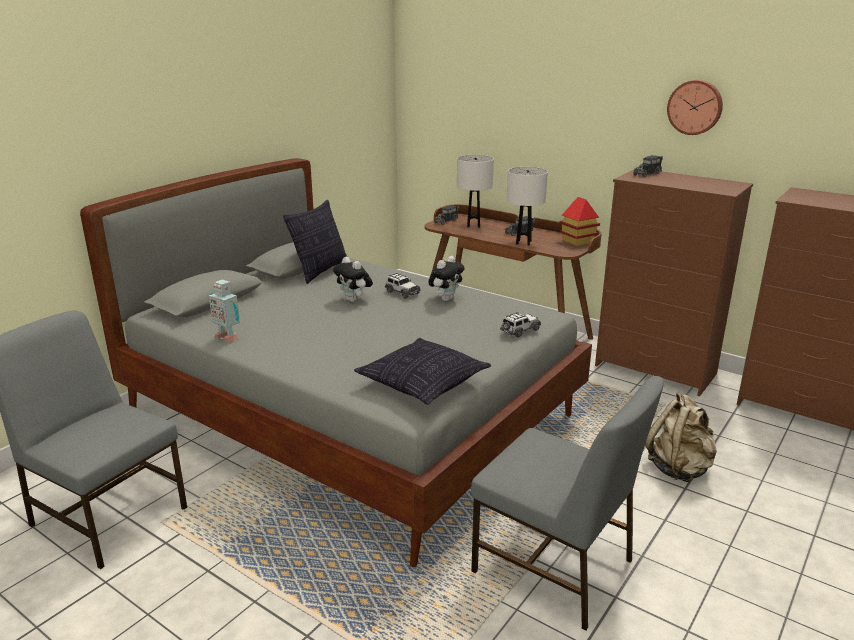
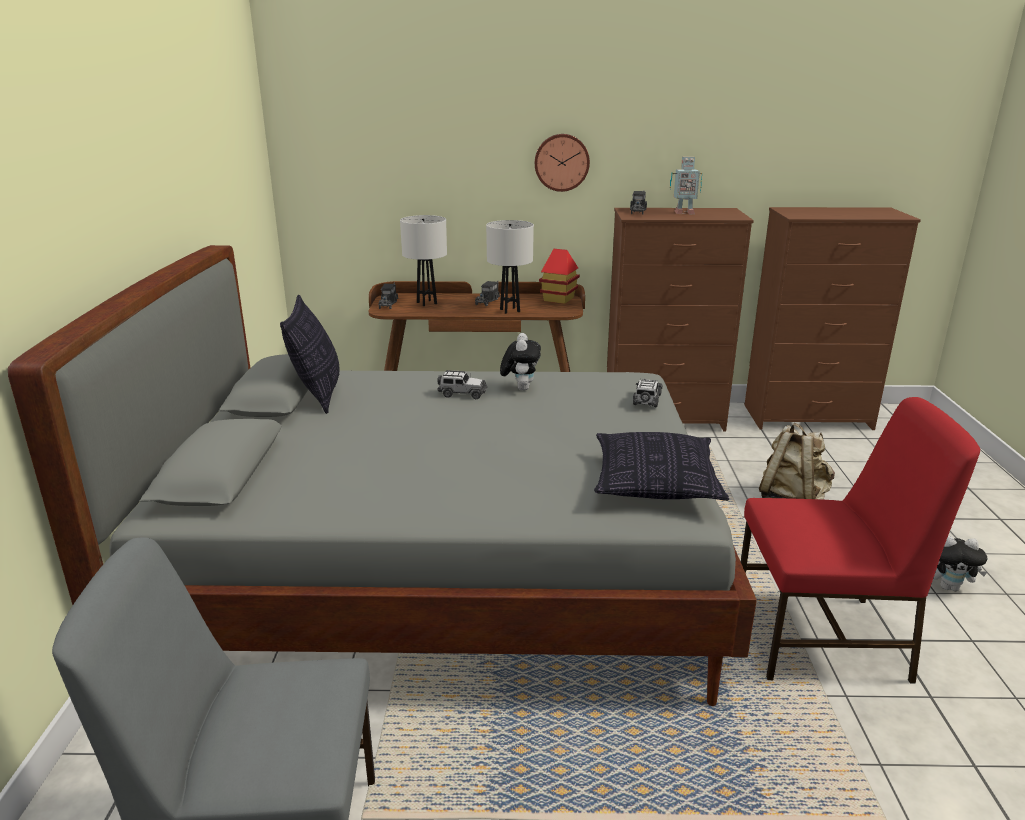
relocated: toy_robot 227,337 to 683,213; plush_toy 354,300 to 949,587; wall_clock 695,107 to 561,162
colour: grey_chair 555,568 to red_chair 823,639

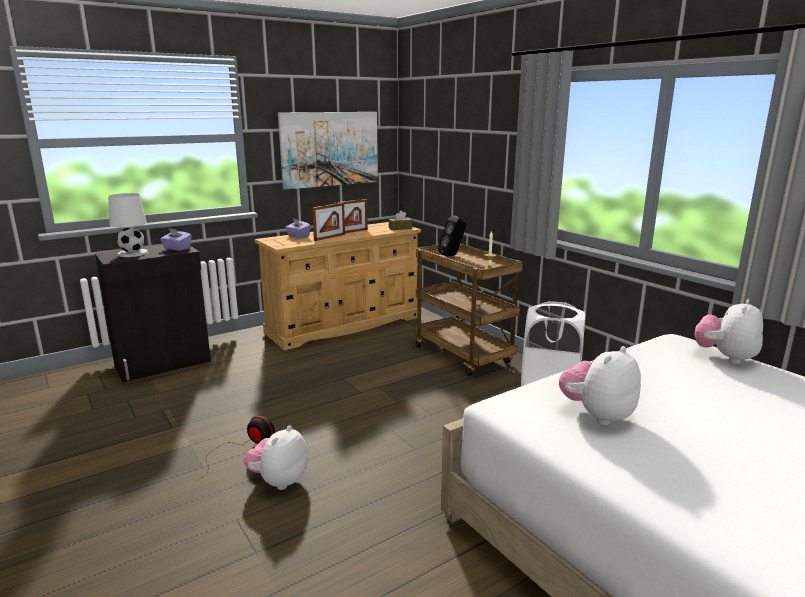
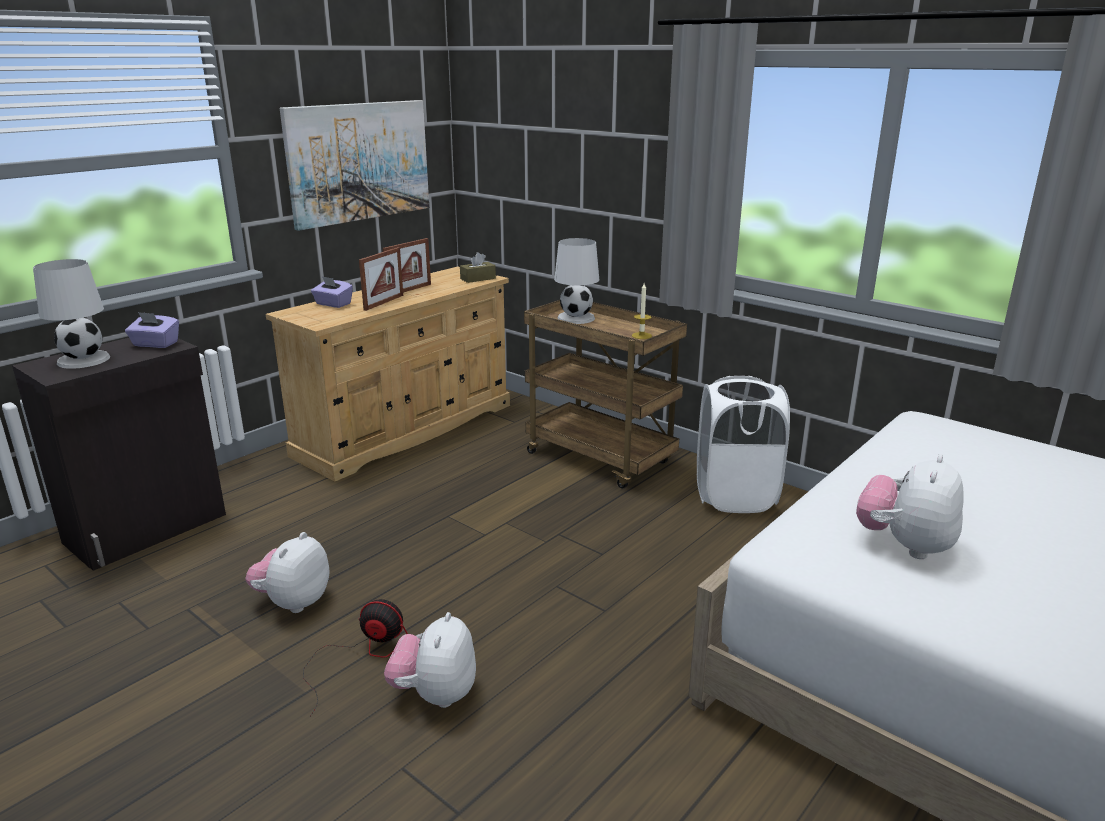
relocated: plush_toy 725,357 to 293,602
exchanged: black_speaker 452,255 to white_table_lamp 576,318

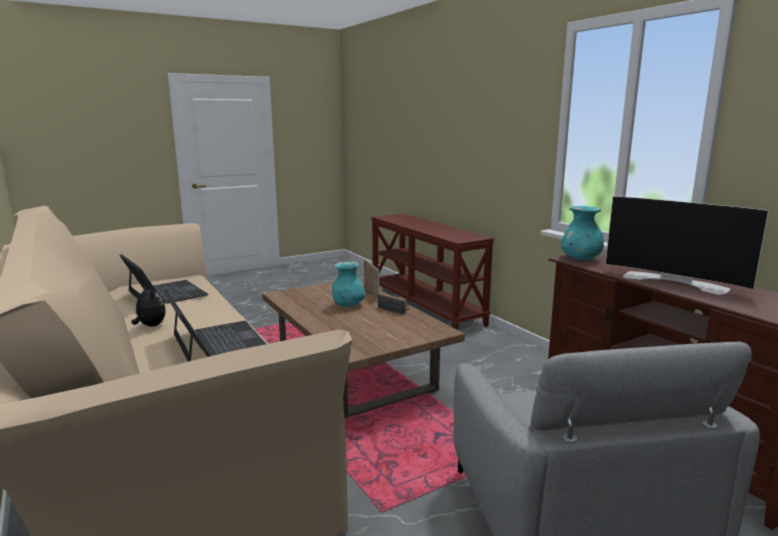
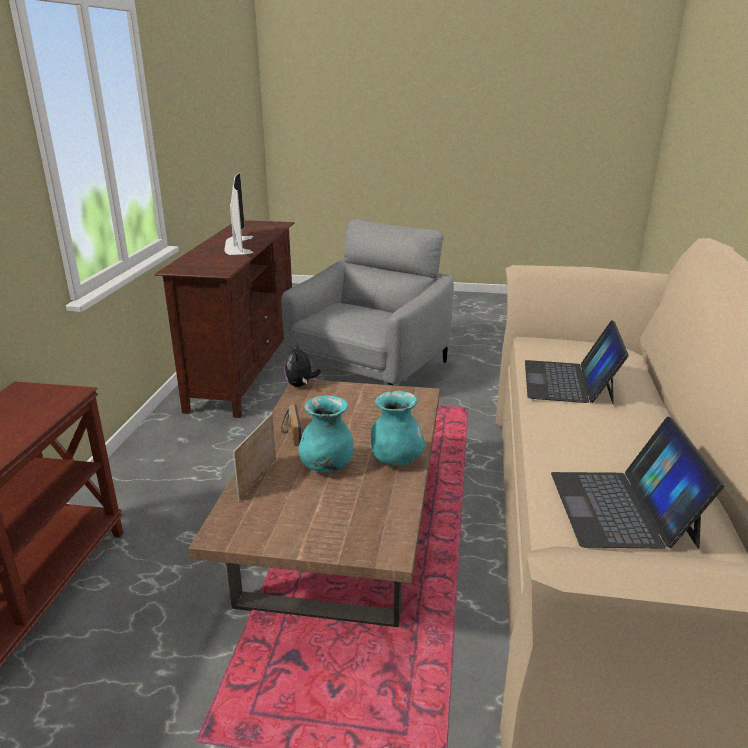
relocated: plush_toy 150,326 to 300,385; turquoise_vase 580,259 to 396,460

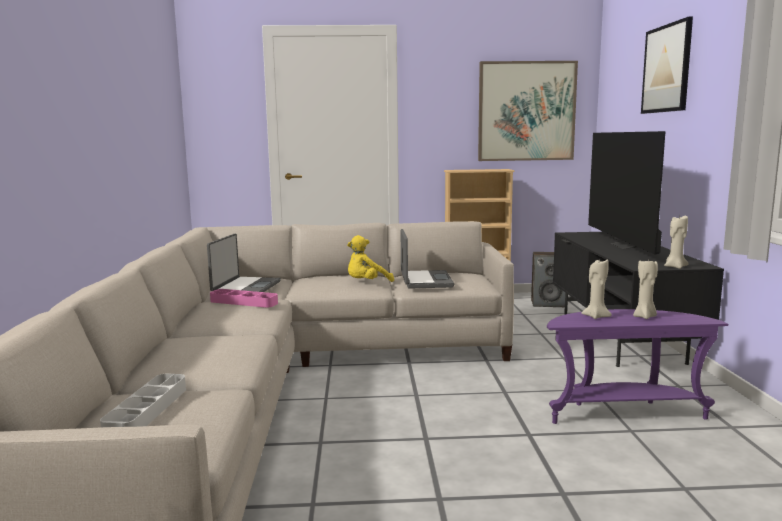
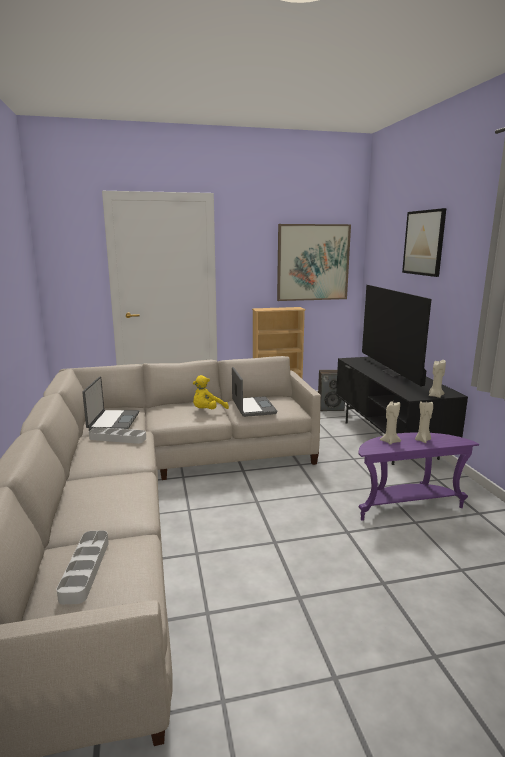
colour: pink_tray 243,302 to grey_tray 117,438

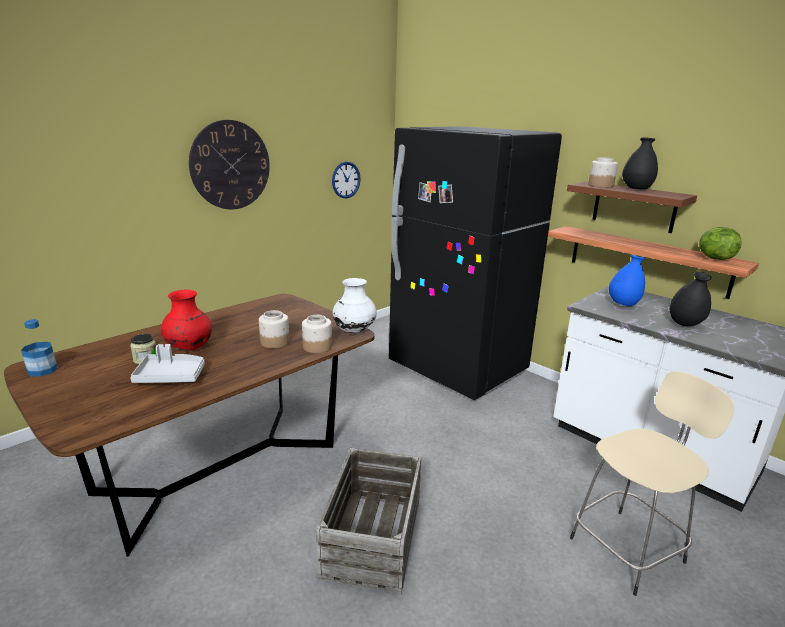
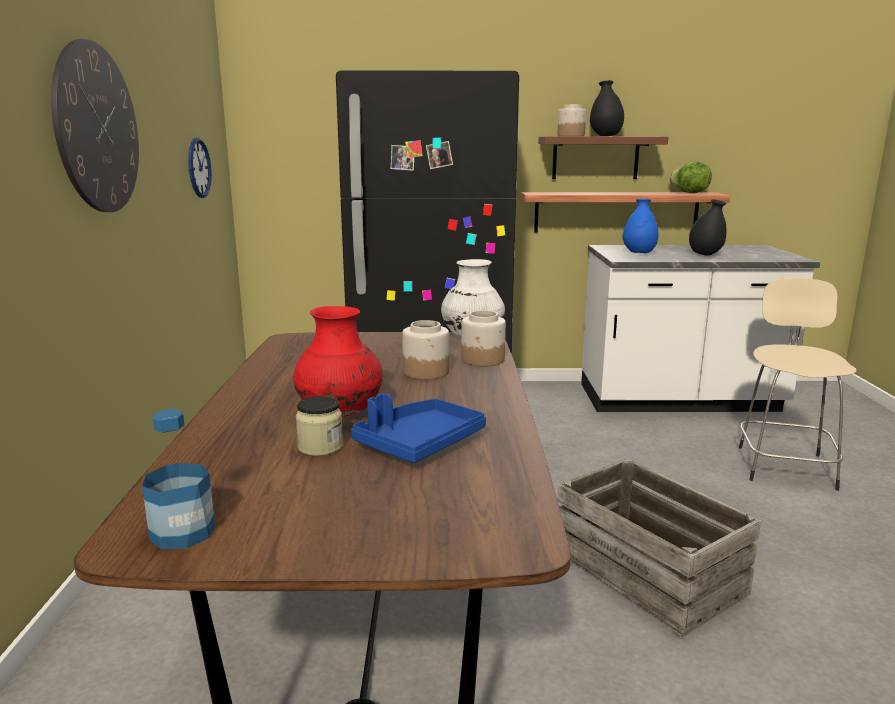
colour: grey_tray 171,376 to blue_tray 419,443

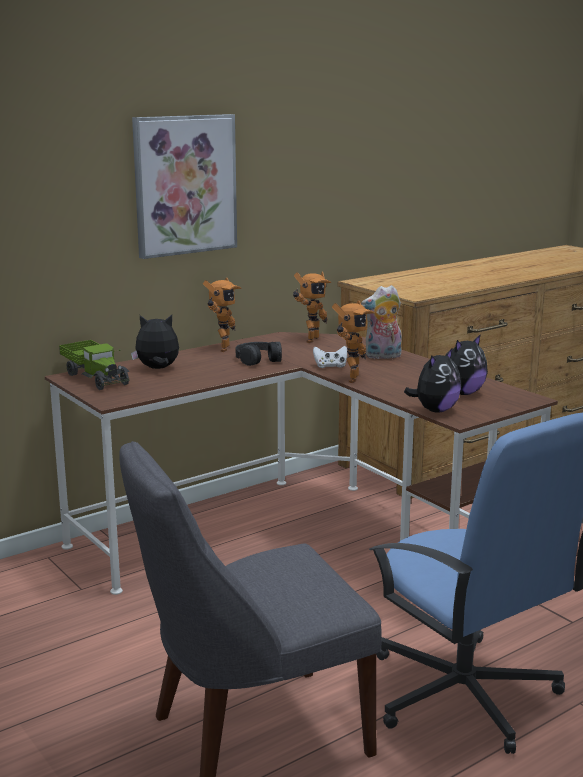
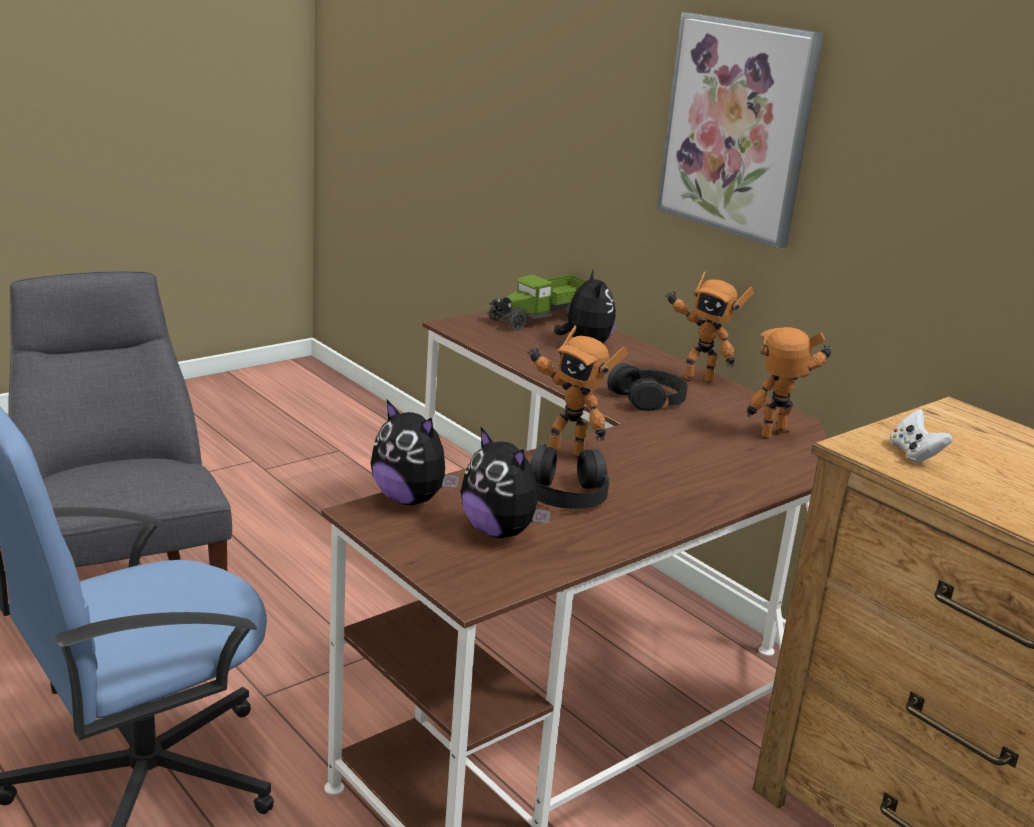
missing: plush_toy 382,356
appeared: black_headphones 566,493
relocated: white_game_controller 330,366 to 914,454
spun: toy_robot 309,340 = 779,437 120 degrees clockwise

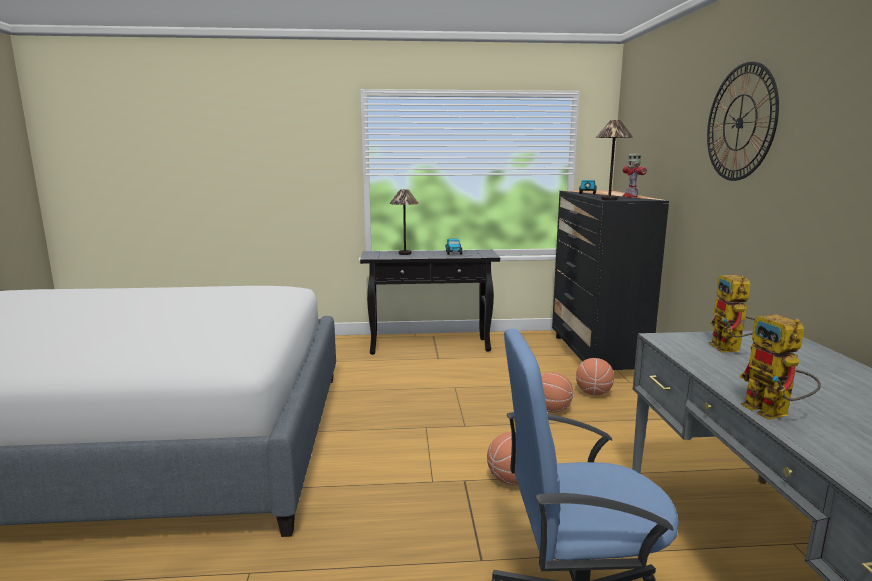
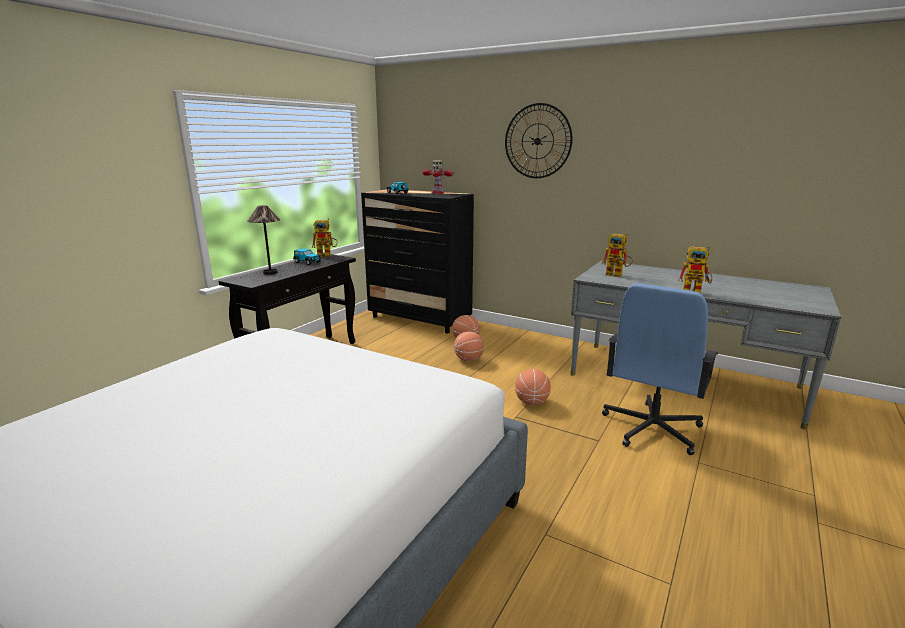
missing: table_lamp 609,199
appeared: toy_robot 327,255

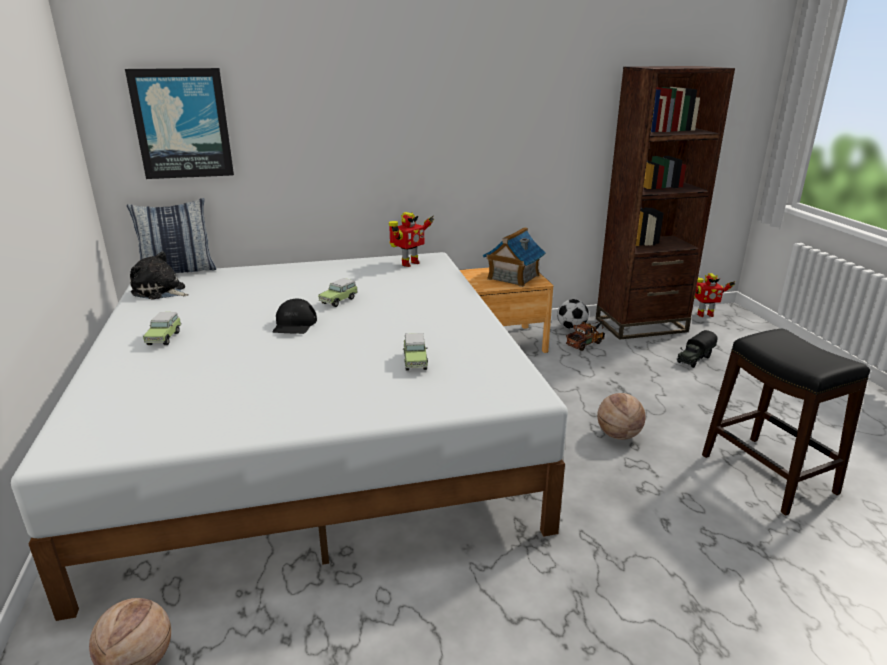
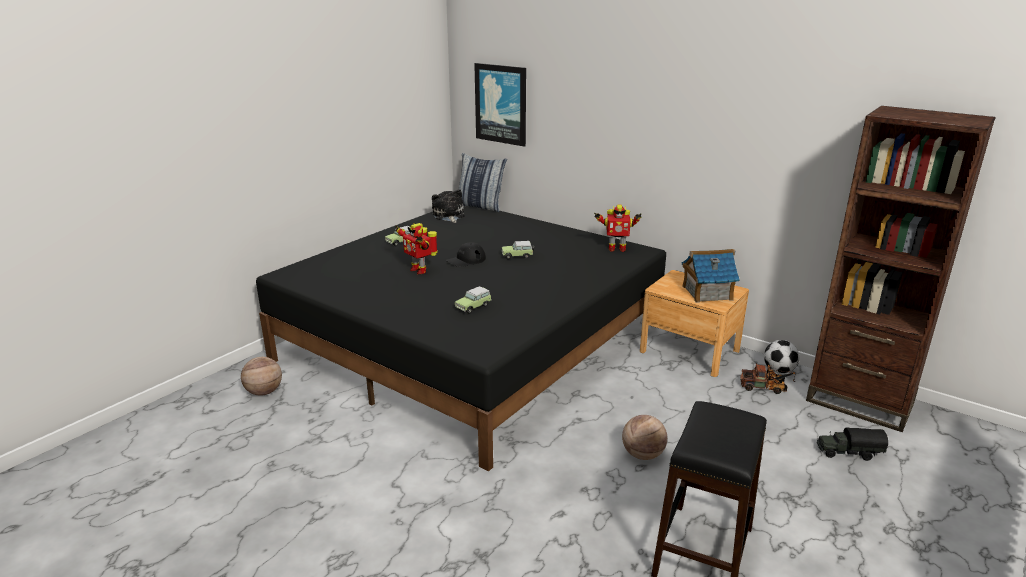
relocated: toy_robot 704,314 to 419,270
colour: white_bed 315,430 to black_bed 473,342

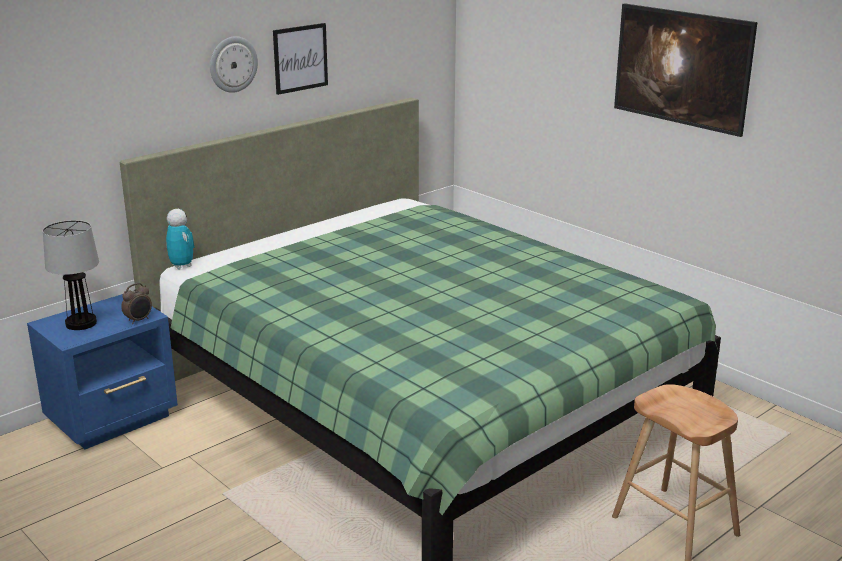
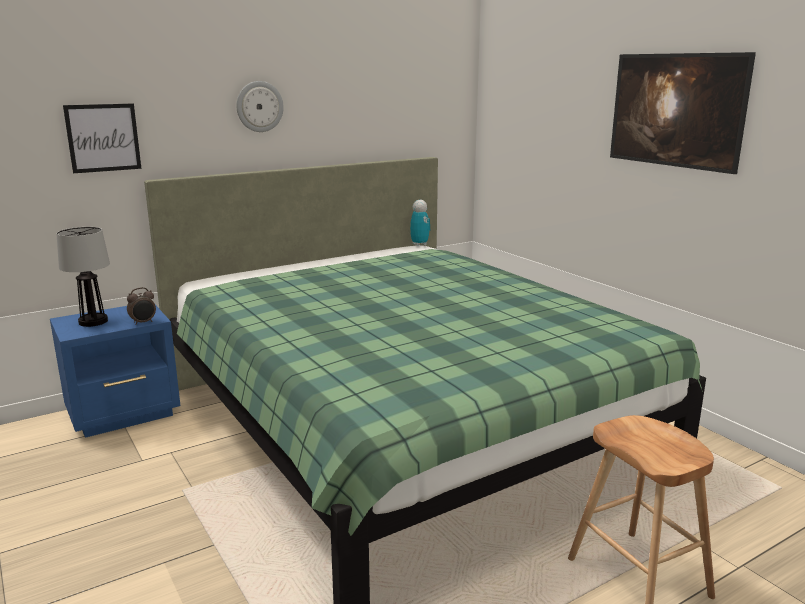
relocated: toy_robot 181,266 to 419,244; picture 300,58 to 103,138

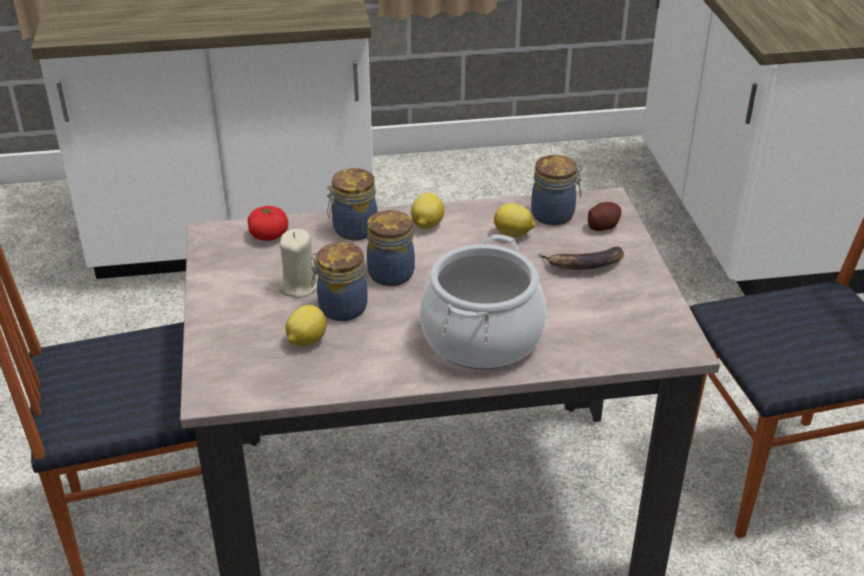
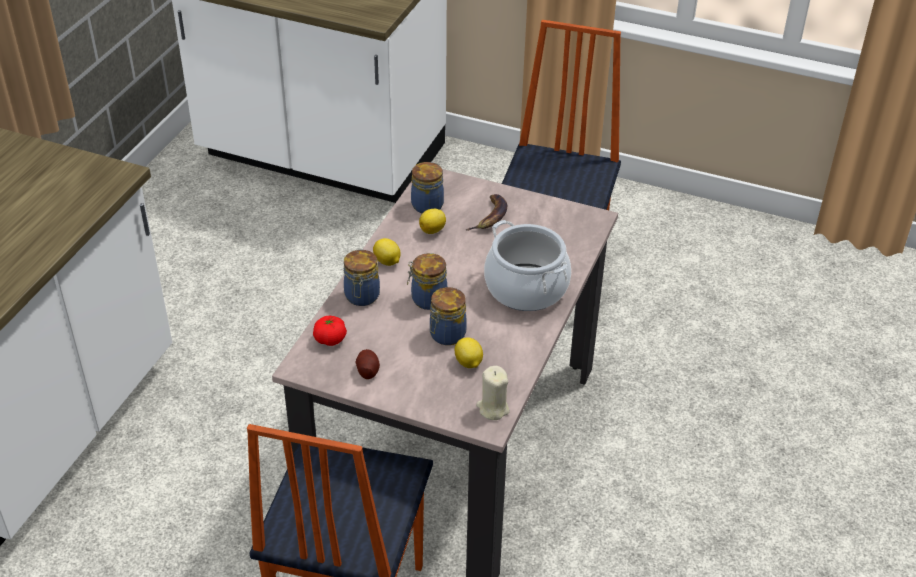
relocated: beige_candle 298,286 to 493,408; potato 603,226 to 367,371

